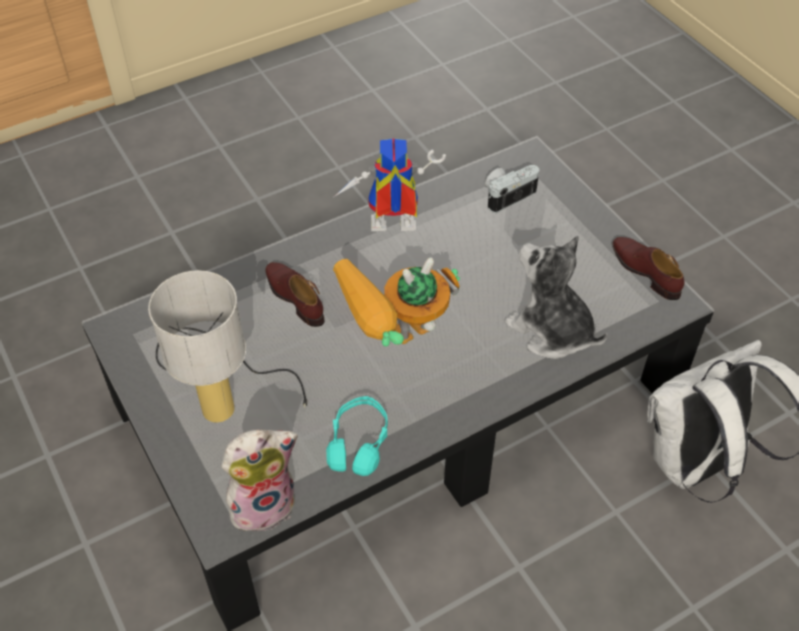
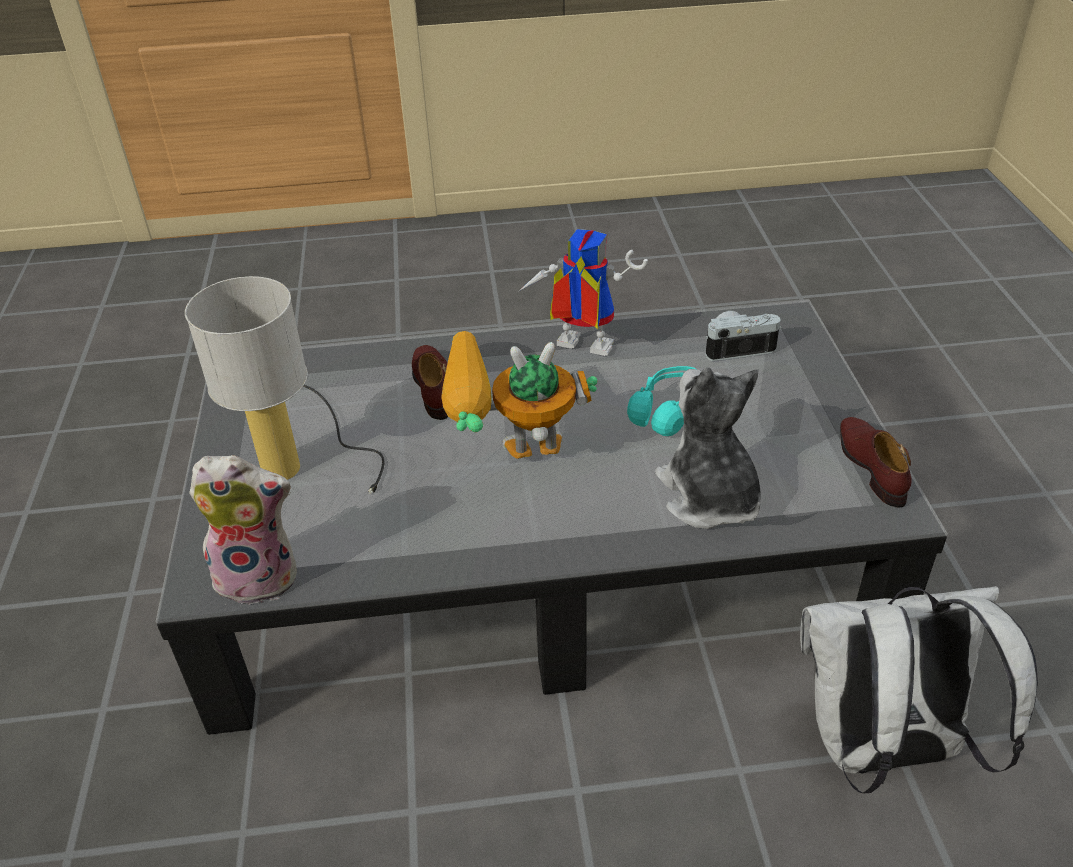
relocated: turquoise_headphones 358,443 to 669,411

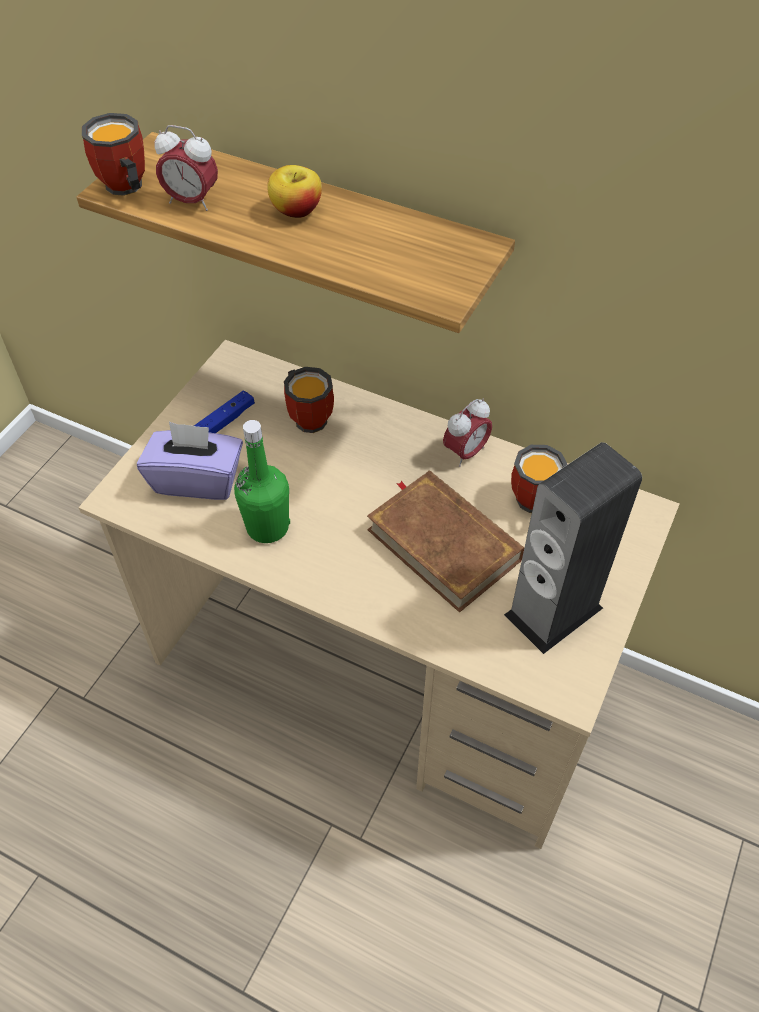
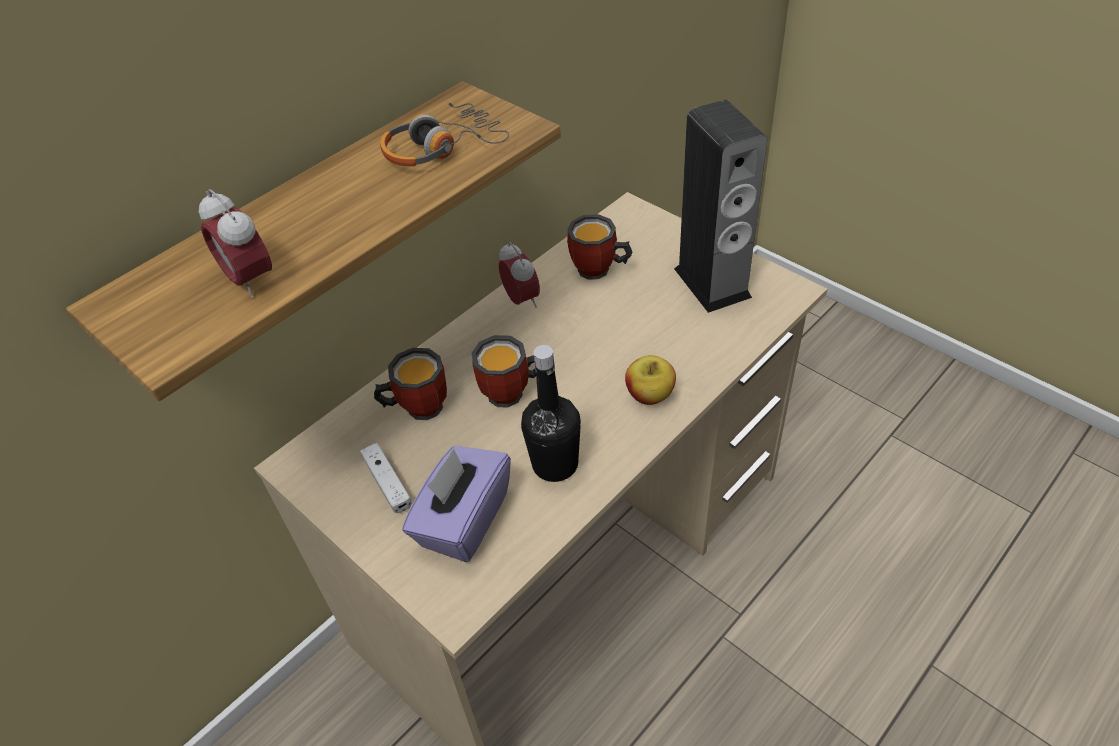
missing: brown_book 444,544
appeared: headphones 442,148
relocated: mug 124,189 to 513,394; apple 296,211 to 650,394
colour: blue_game_controller 225,421 to white_game_controller 387,483; green_bottle 267,527 to black_bottle 555,464
spun: alarm_clock 192,202 = 250,280 105 degrees clockwise

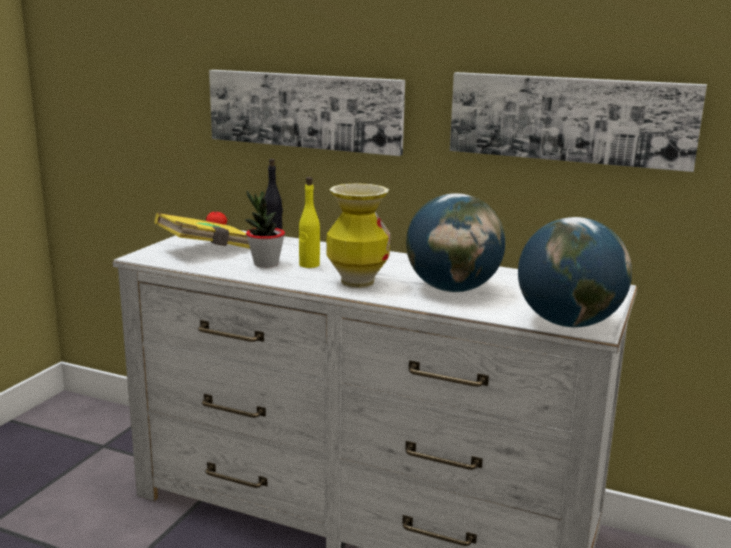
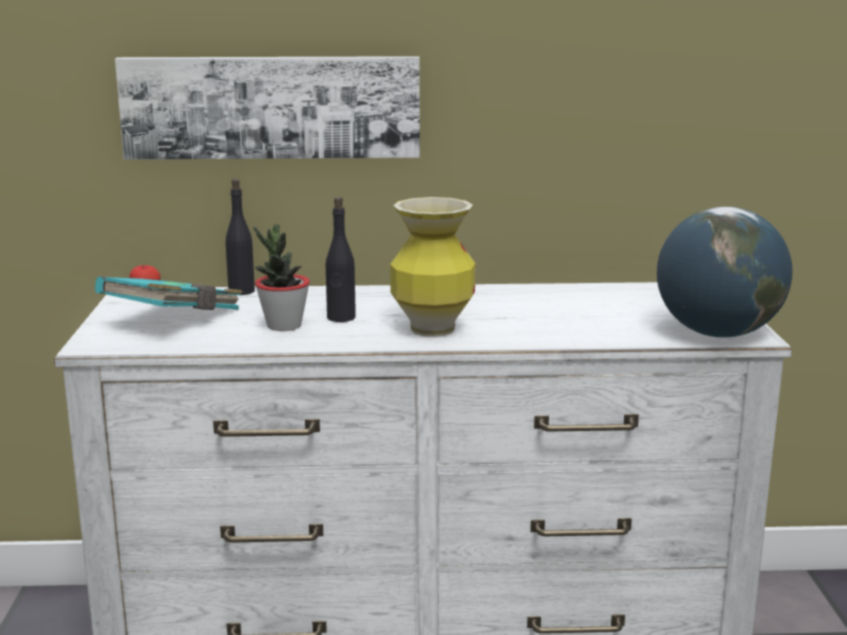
missing: globe 451,289; picture 570,119
colour: yellow_book 208,249 to turquoise_book 175,320; yellow_bottle 309,265 to black_bottle 341,318

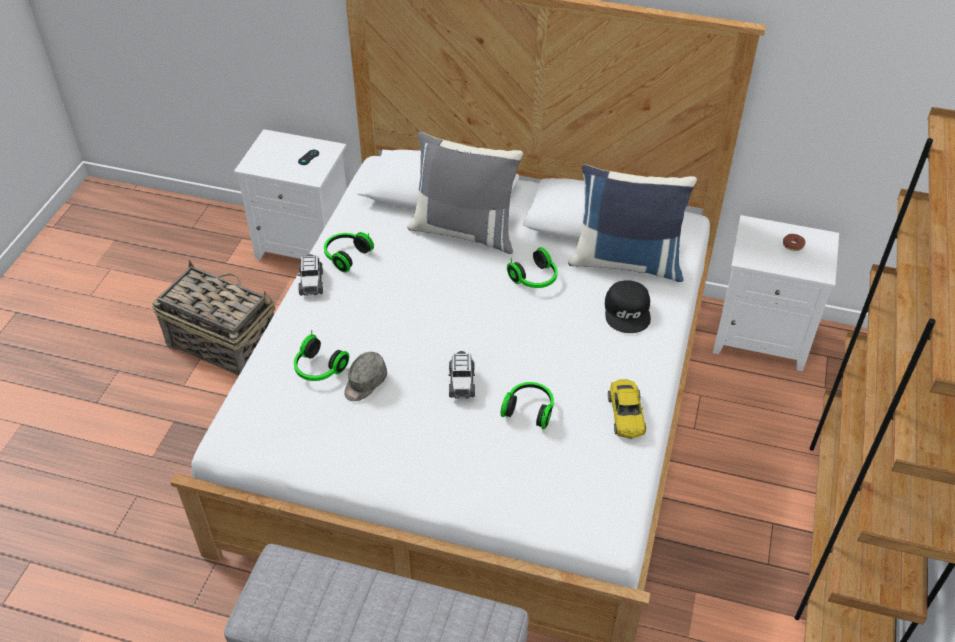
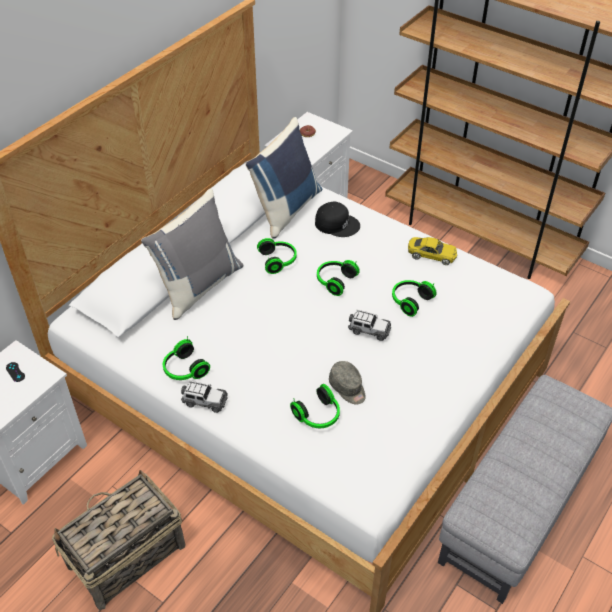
appeared: headphones 334,281

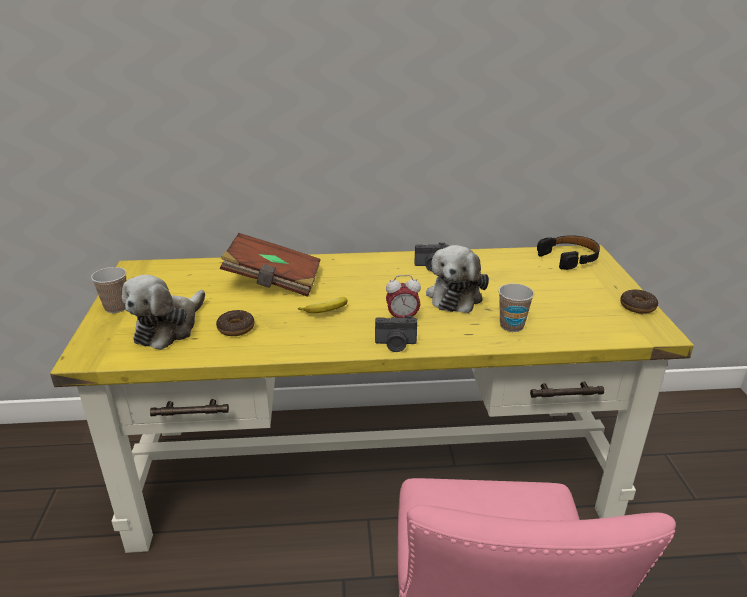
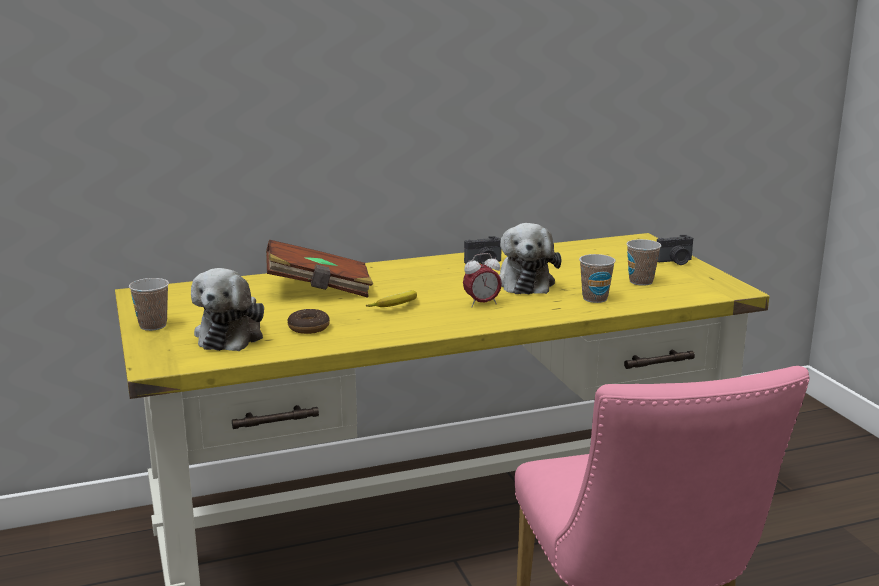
missing: black_headphones 569,257; donut 637,306
appeared: cup 641,282
relocated: photo_camera 395,345 to 675,261

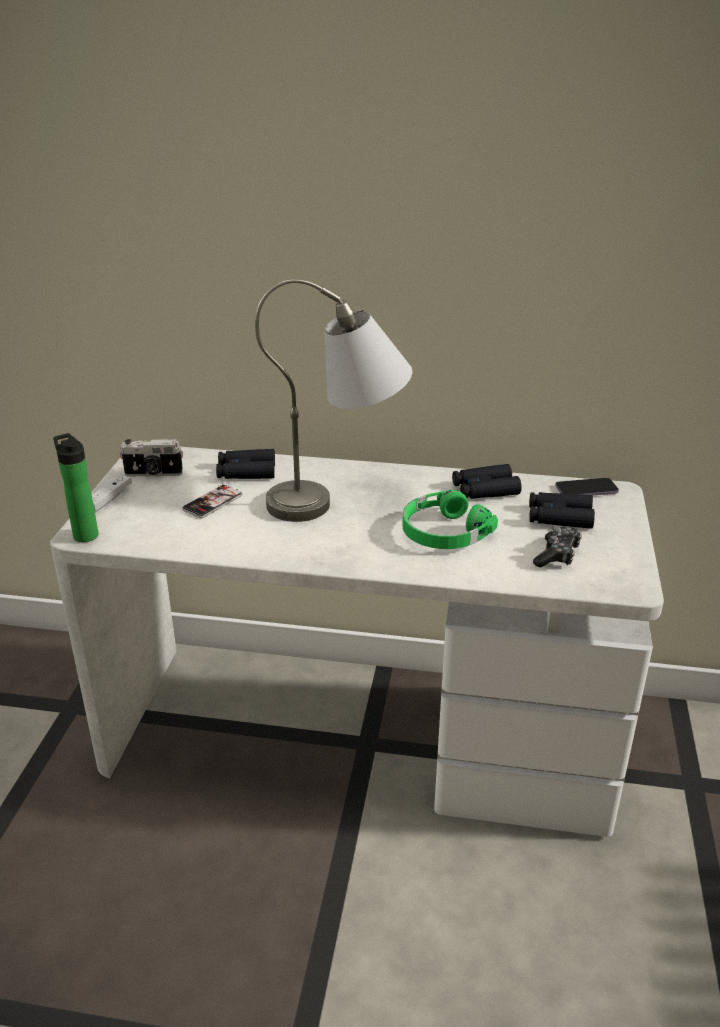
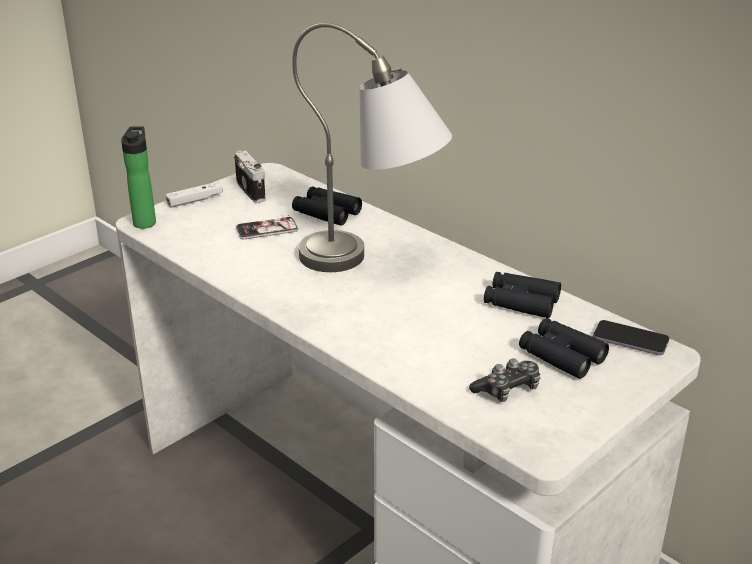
missing: green_headphones 443,532
spun: photo_camera 153,474 = 252,190 150 degrees counterclockwise

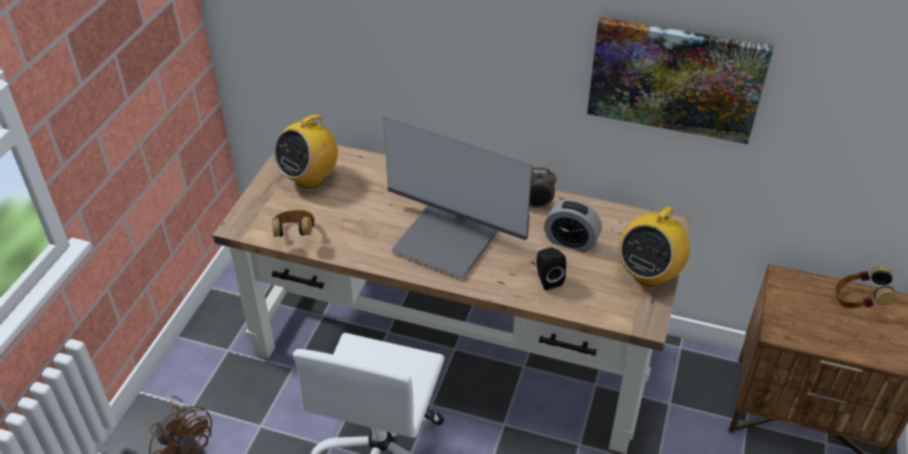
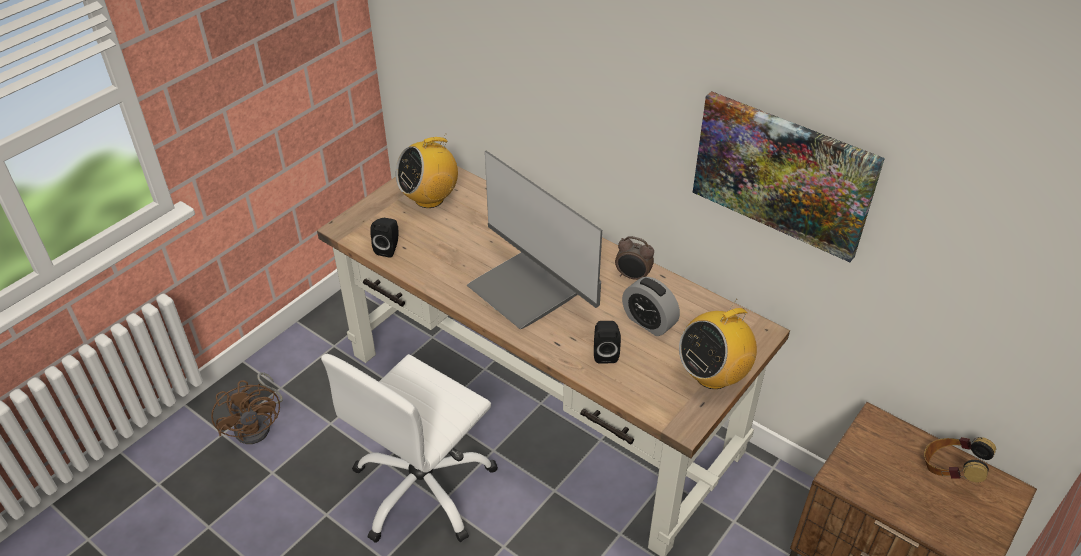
exchanged: headphones 295,235 to black_speaker 388,248

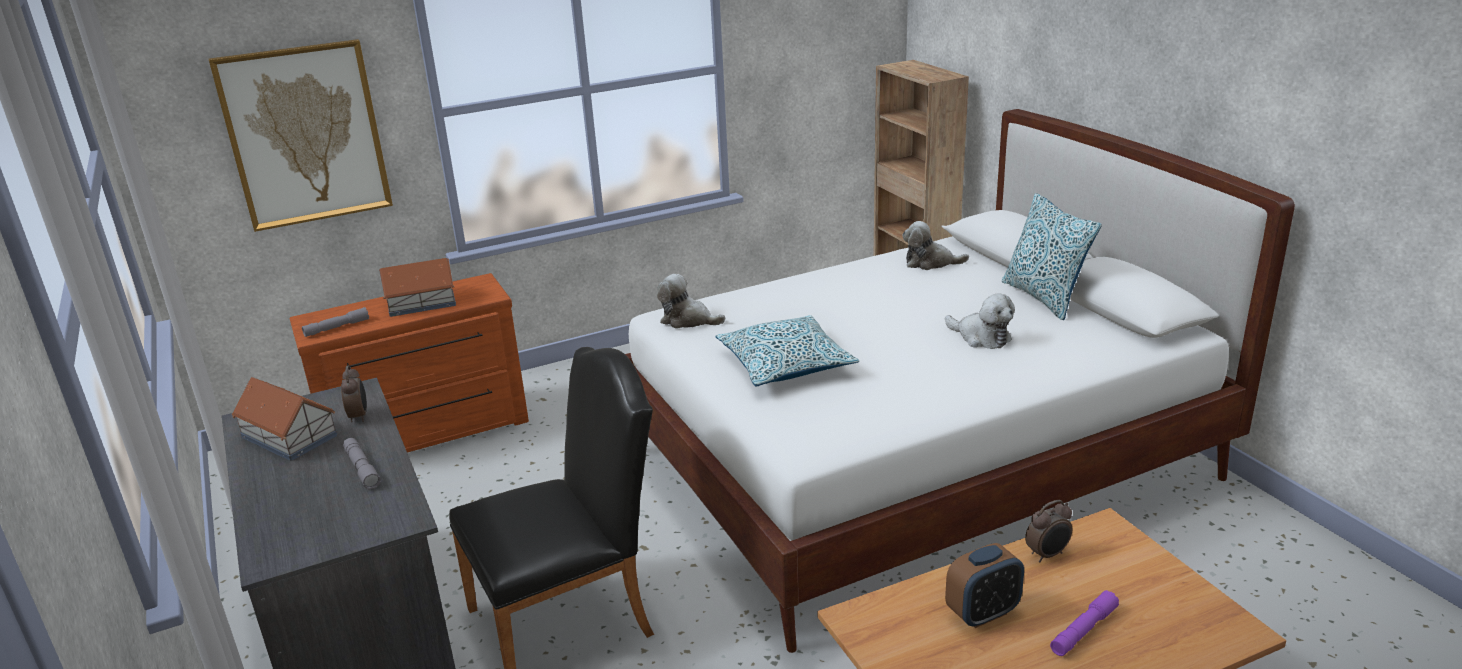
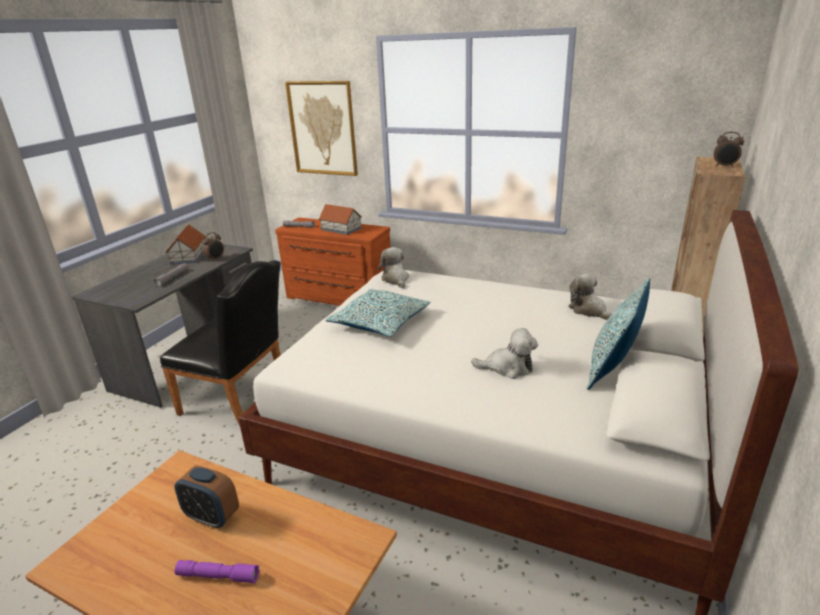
relocated: alarm_clock 1047,555 to 724,166
spun: plush_toy 981,337 = 508,368 90 degrees counterclockwise

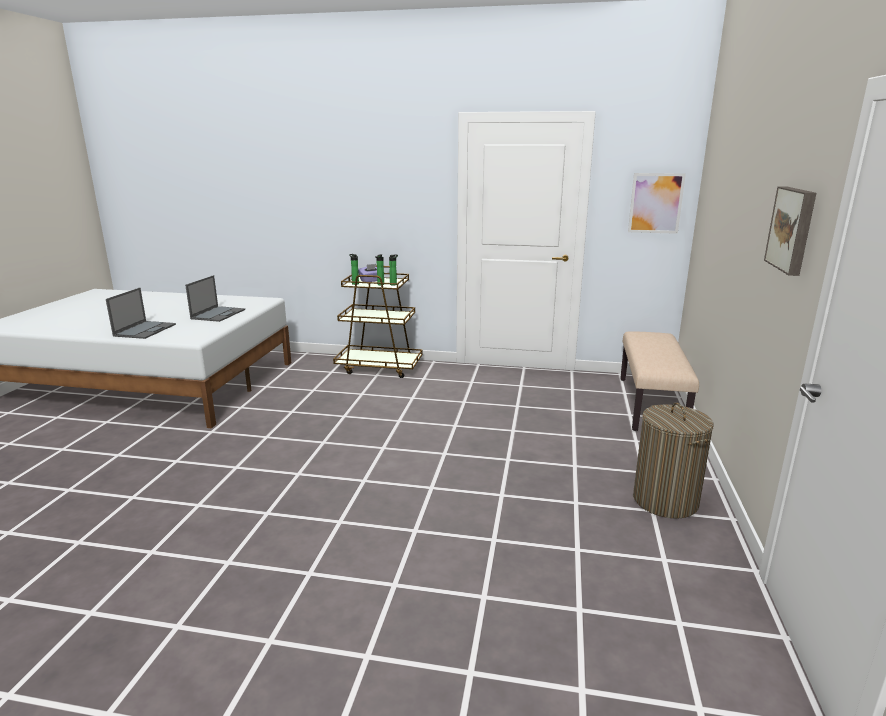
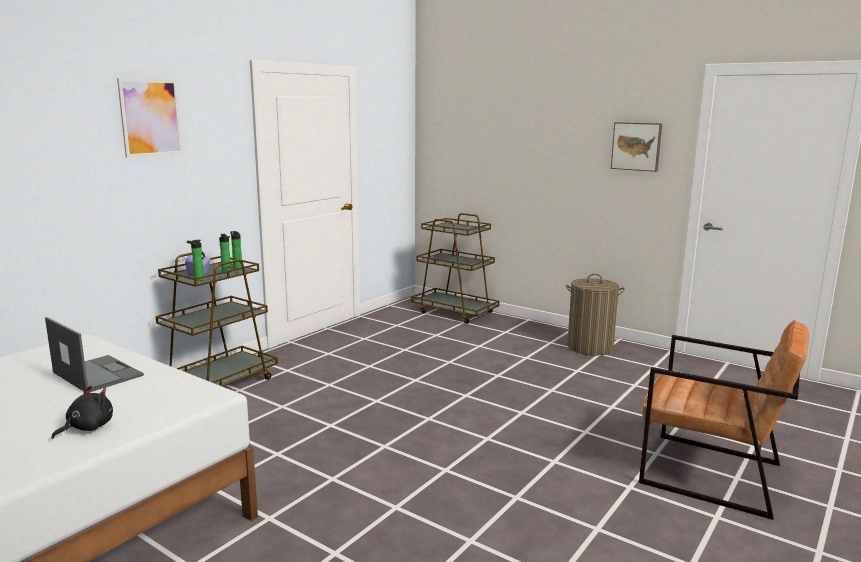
appeared: brown_armchair 711,473
relocated: picture 655,203 to 151,117
exchanged: laptop 145,330 to black_plush_toy 87,428; beige_bench 651,404 to brown_cart 454,312

